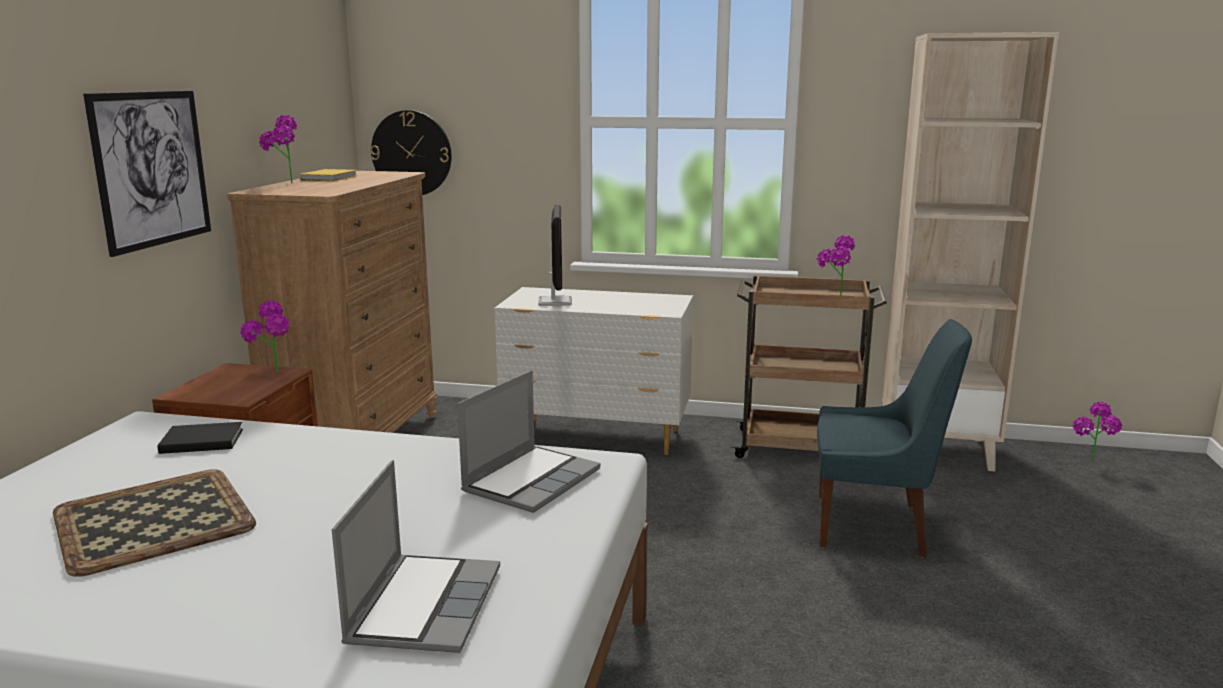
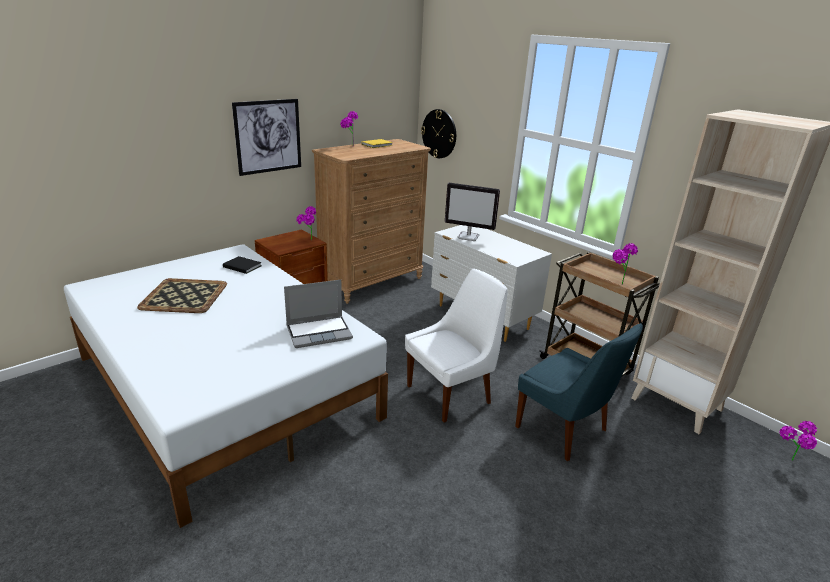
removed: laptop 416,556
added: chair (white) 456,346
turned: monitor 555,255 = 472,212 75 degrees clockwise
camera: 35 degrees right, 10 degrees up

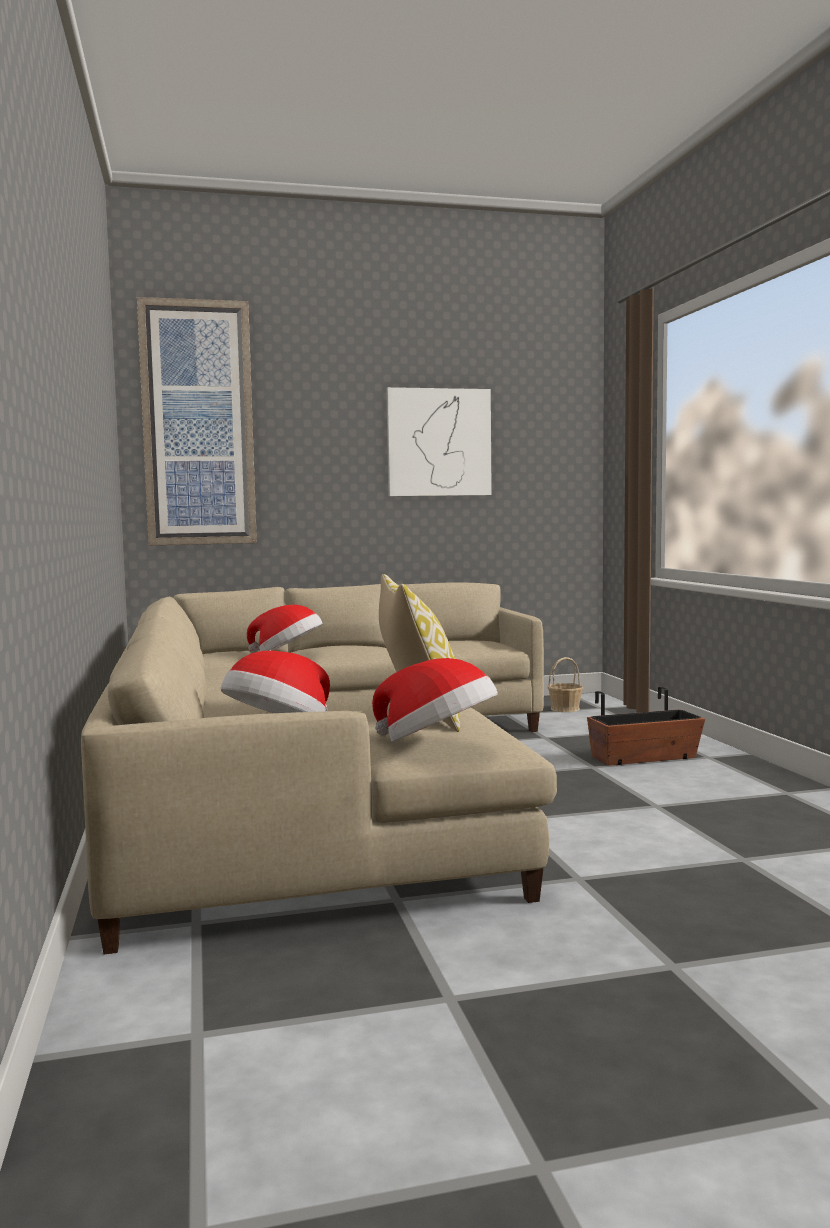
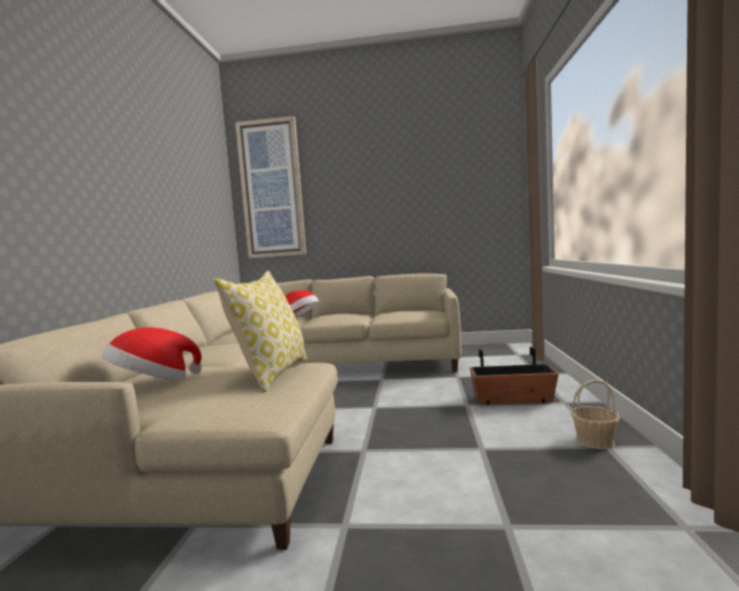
removed: hat 435,700; picture 439,441
moved: basket 565,684 to 595,414
camera: 20 degrees right, 0 degrees up

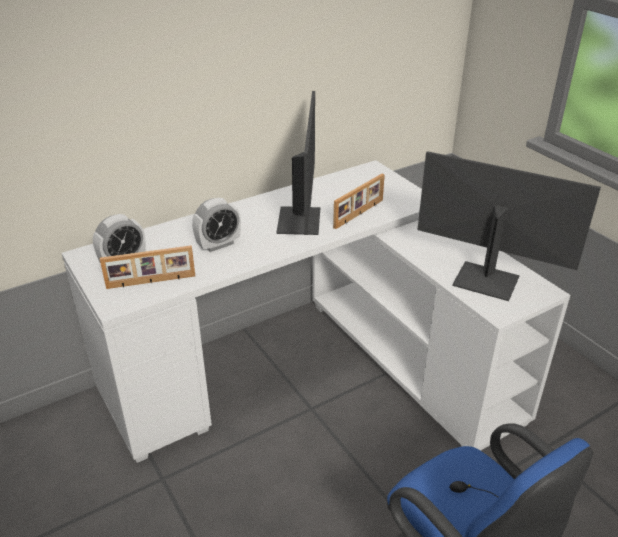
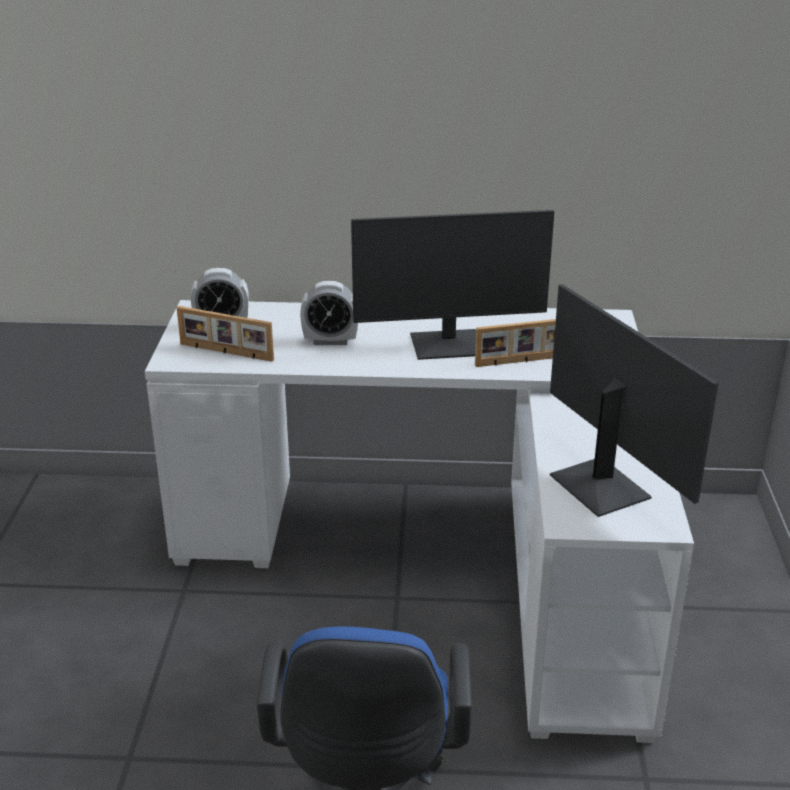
turned: monitor 298,163 = 452,285 45 degrees clockwise
camera: 35 degrees right, 5 degrees down

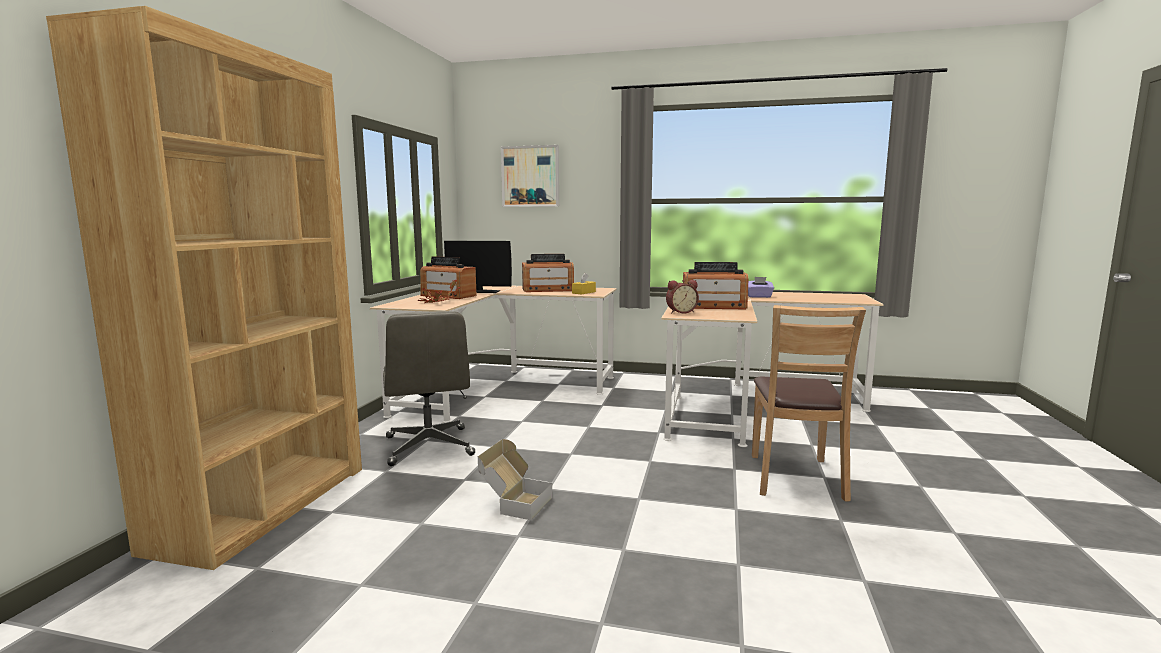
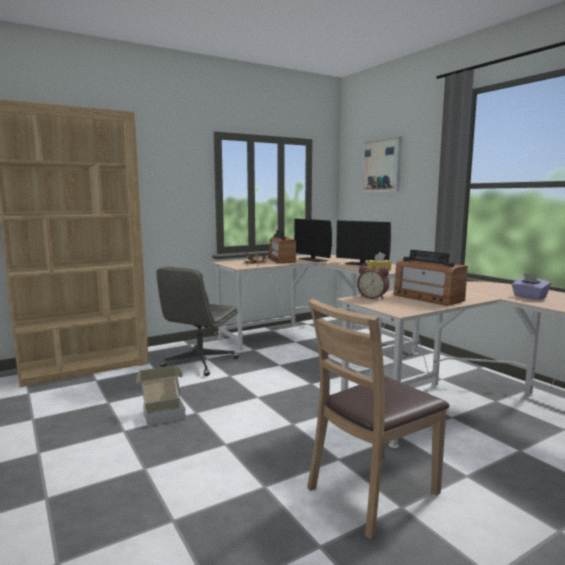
replaced: radio 548,273 to monitor 363,243
camera: 45 degrees right, 0 degrees up

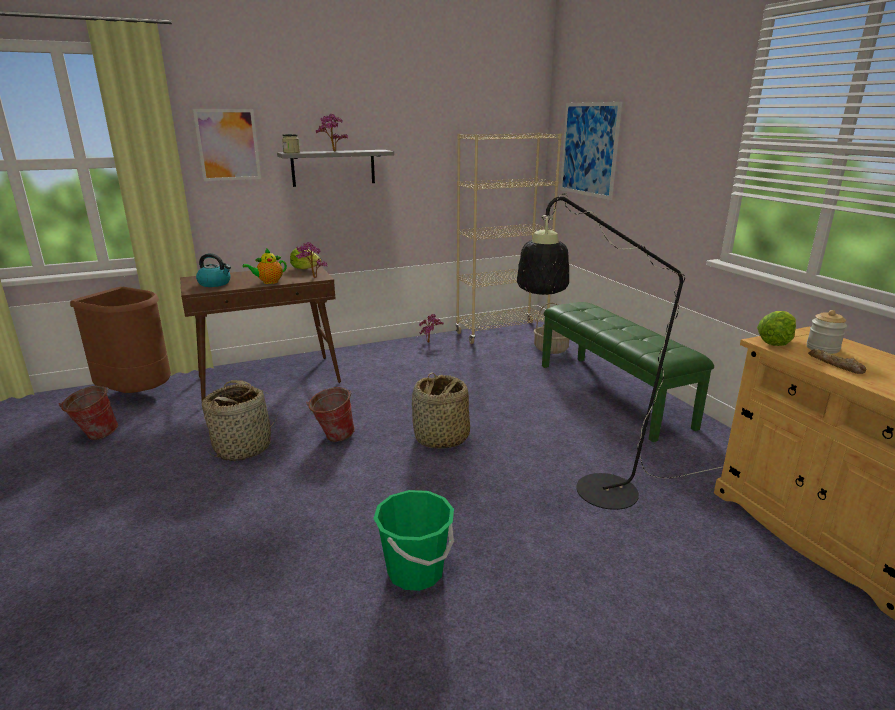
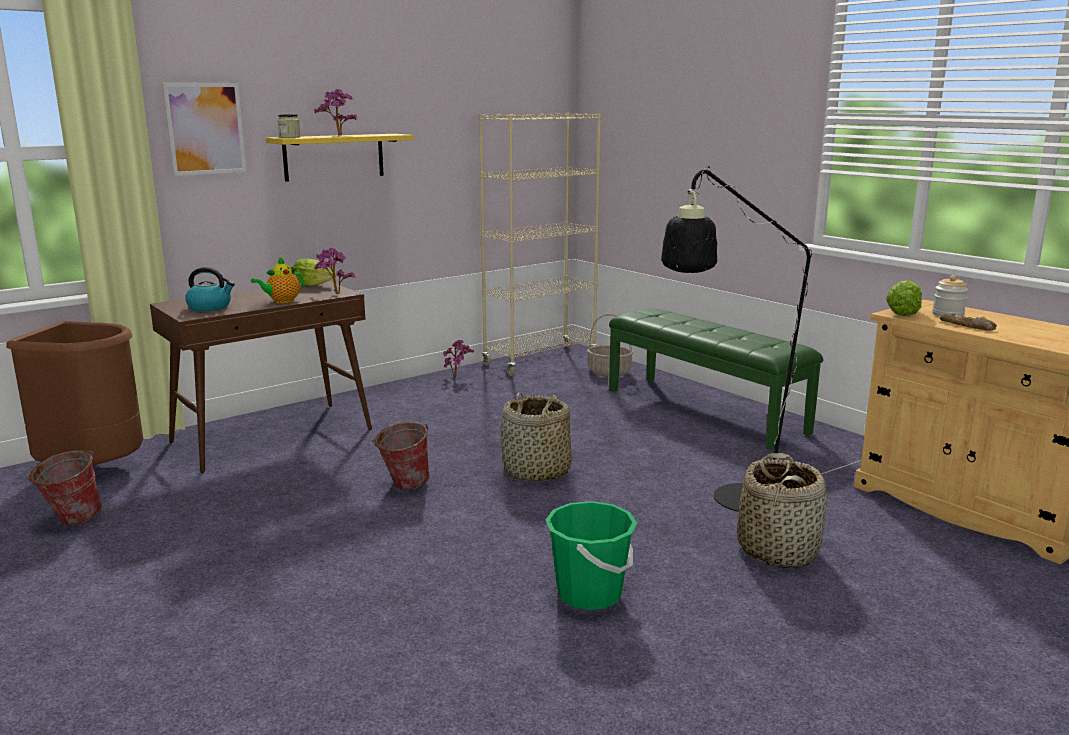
removed: picture 591,151
moved: basket 240,420 to 782,510
recoloured: shelf (grey) 335,168 to shelf (yellow) 340,158
camera: 15 degrees left, 5 degrees down

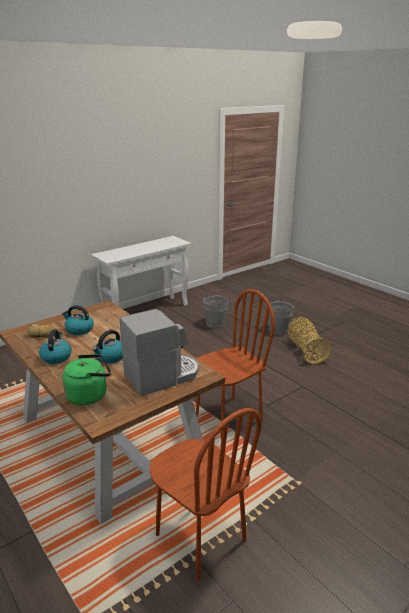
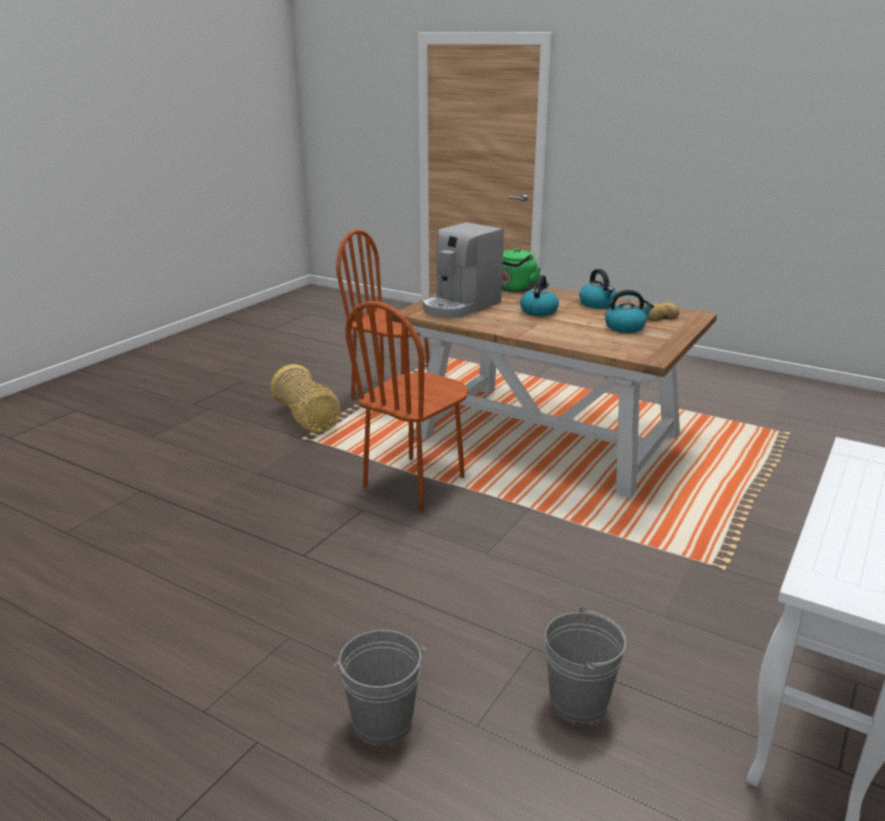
moved: basket 309,340 to 305,398
camera: 160 degrees right, 0 degrees up

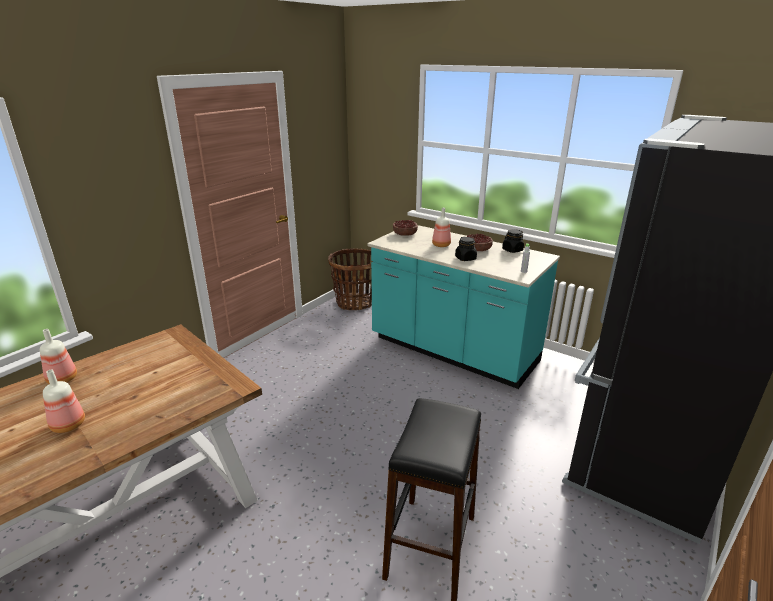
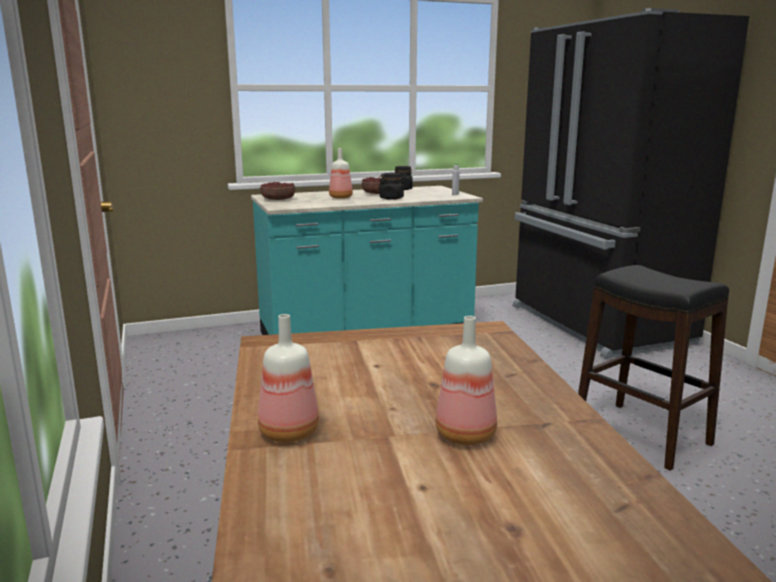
removed: basket 350,279
camera: 55 degrees left, 10 degrees down

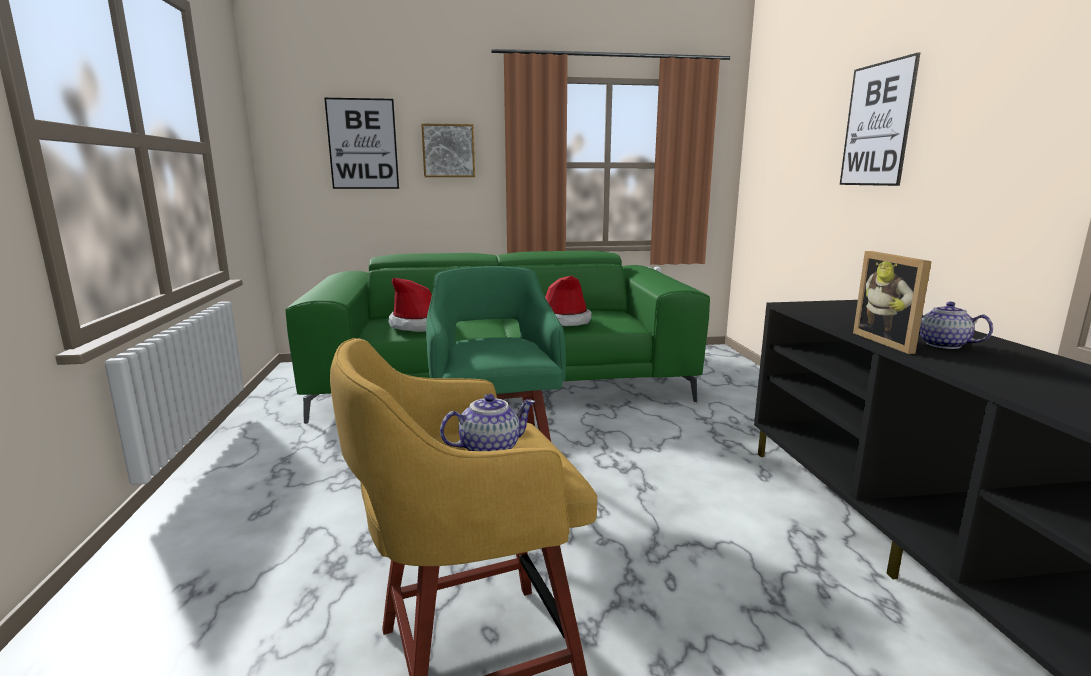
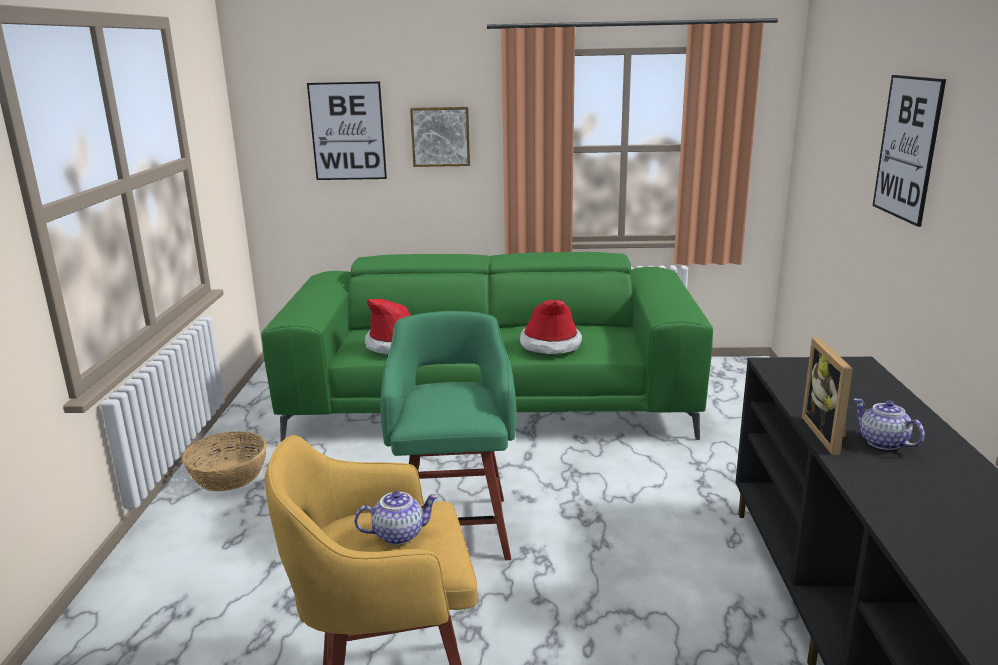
added: basket 224,461
camera: 10 degrees right, 5 degrees up

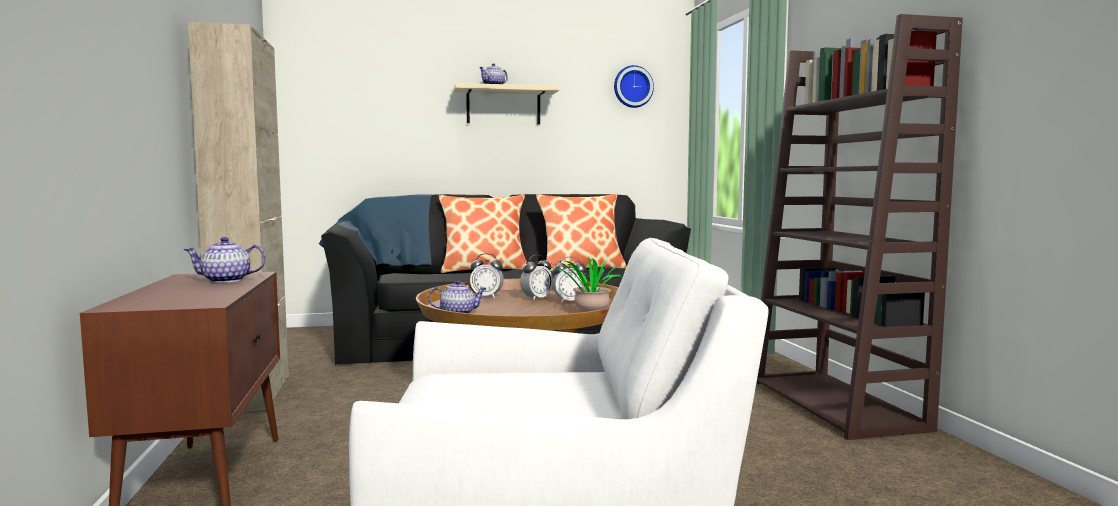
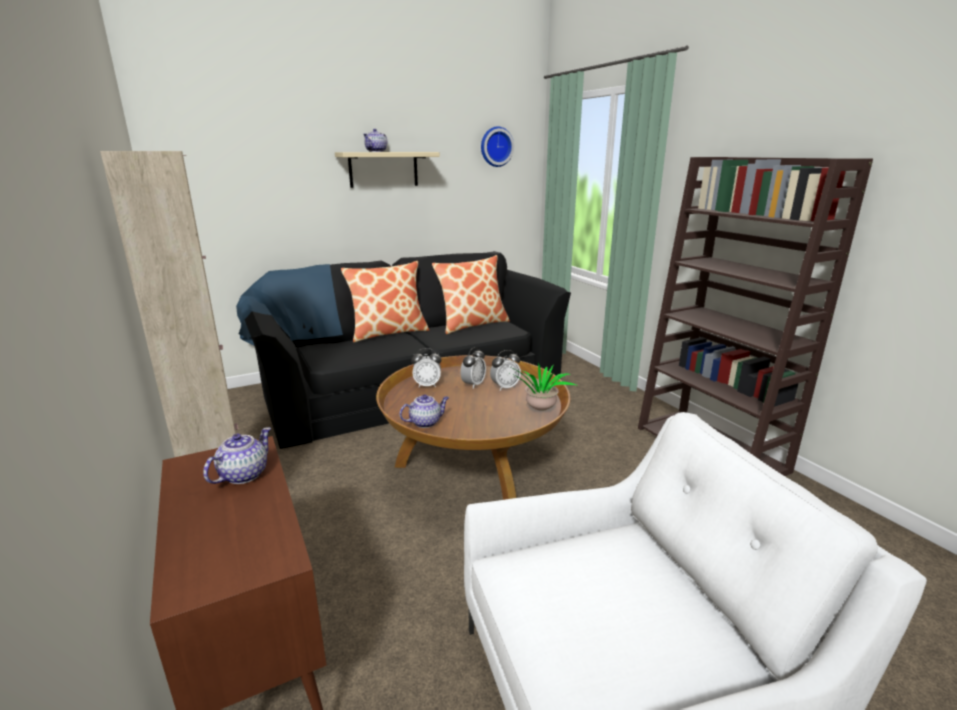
turned: teapot 224,260 = 237,455 150 degrees clockwise
camera: 15 degrees left, 15 degrees up

